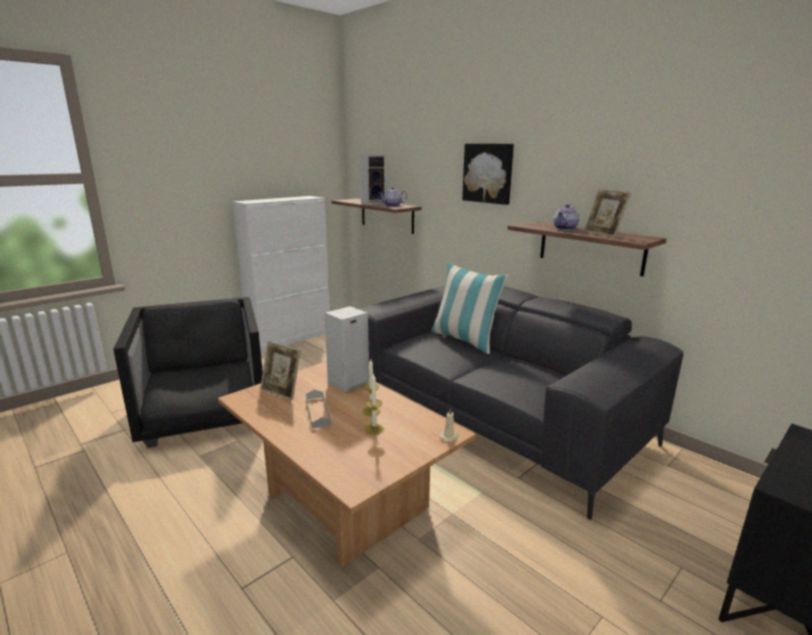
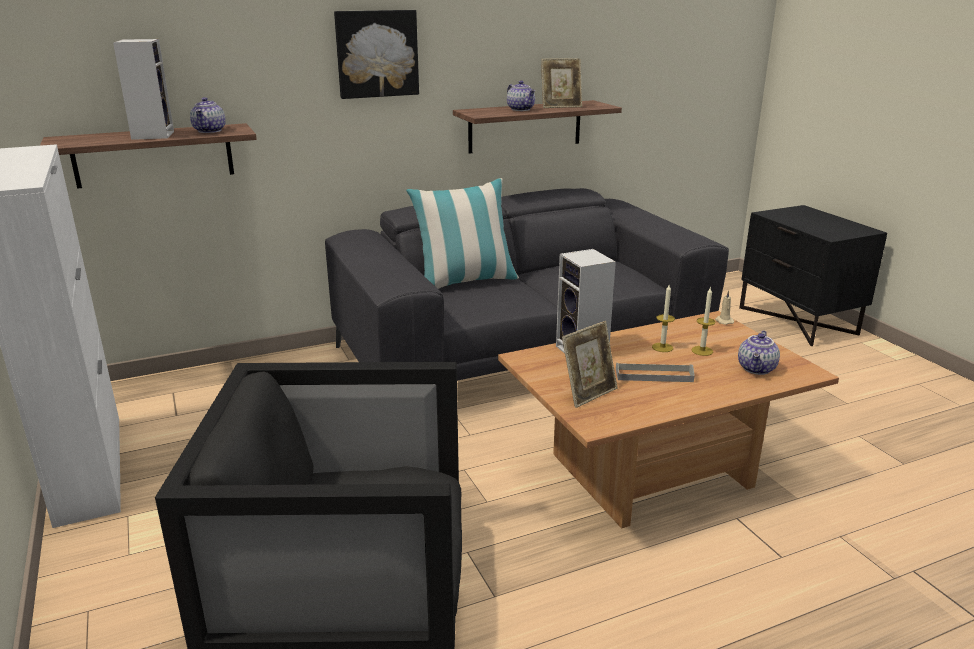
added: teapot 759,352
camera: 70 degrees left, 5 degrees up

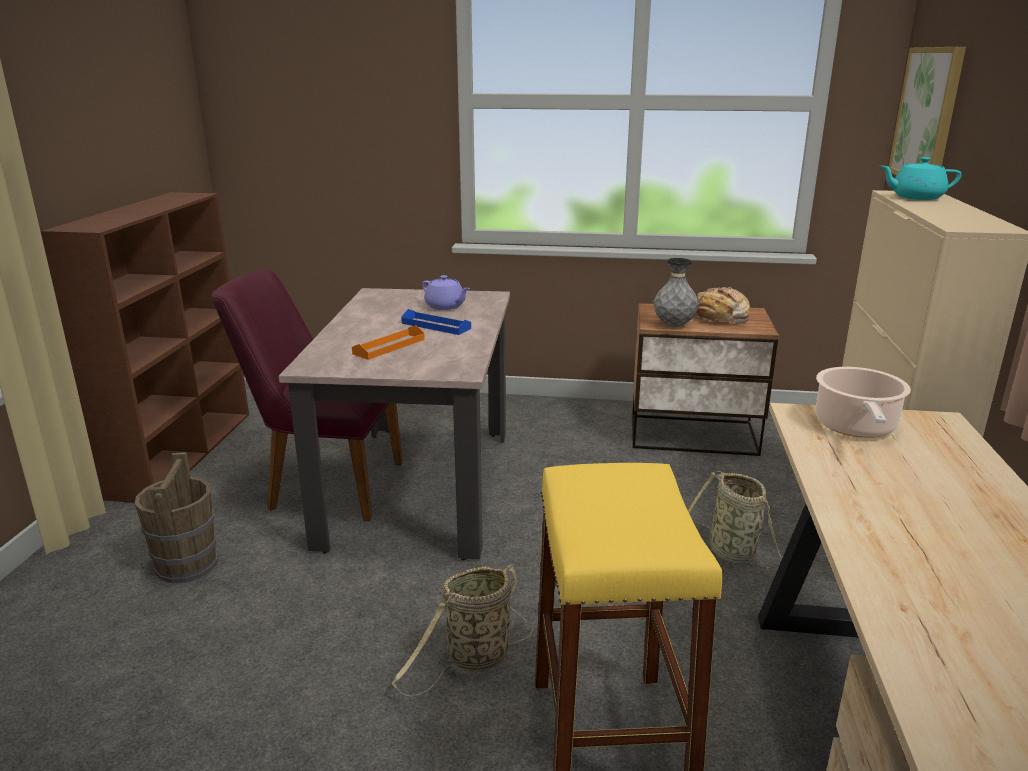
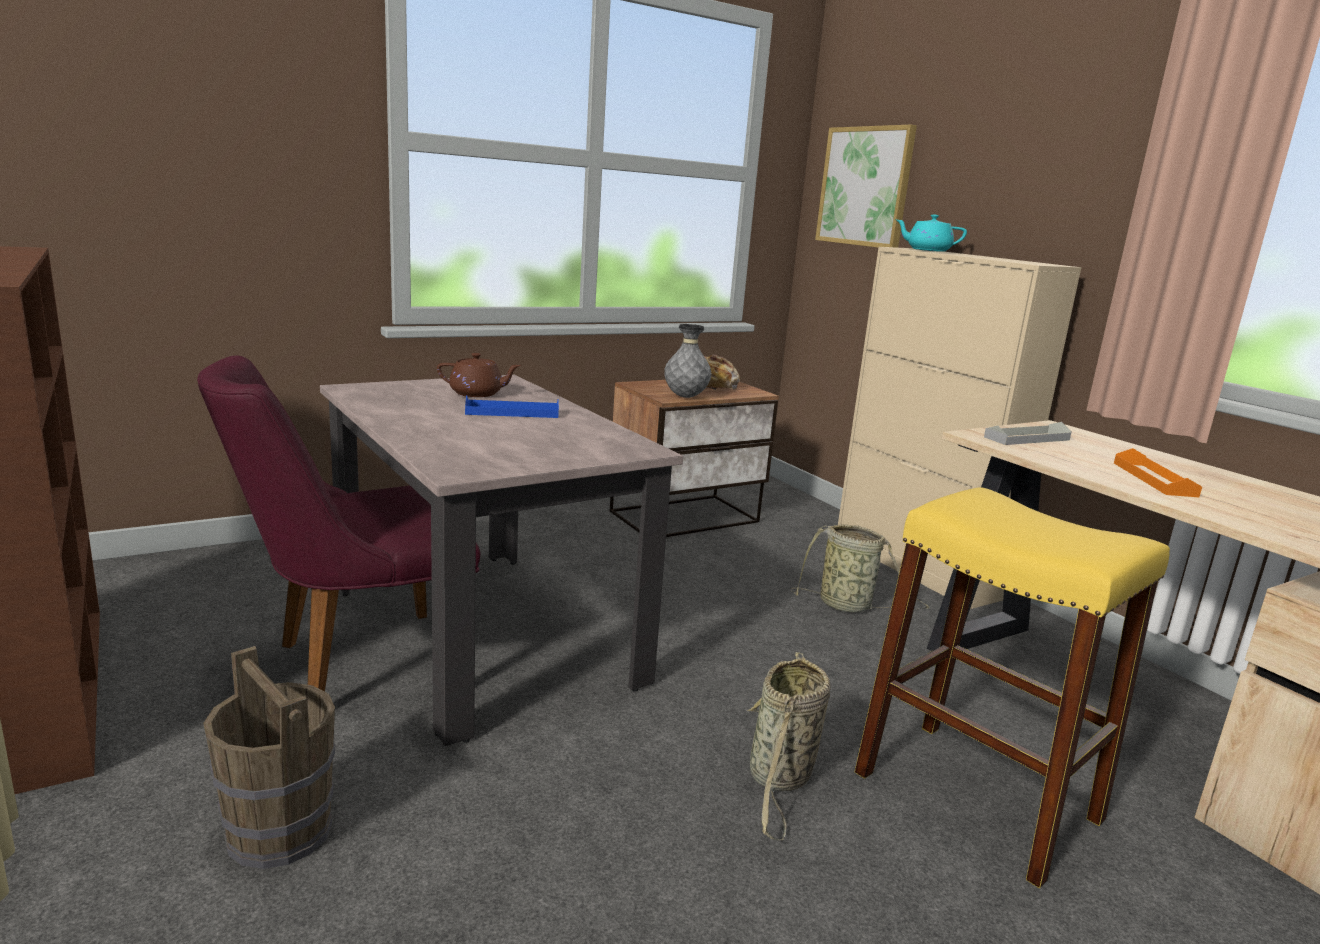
moved: tray (orange) 388,342 to 1158,472
replaced: cooking pot 863,402 to tray (grey) 1028,433
recoloured: teapot (purple) 446,292 to teapot (brown) 479,375
turned: teapot (turquoise) 921,178 = 931,233 45 degrees clockwise
camera: 40 degrees left, 5 degrees down

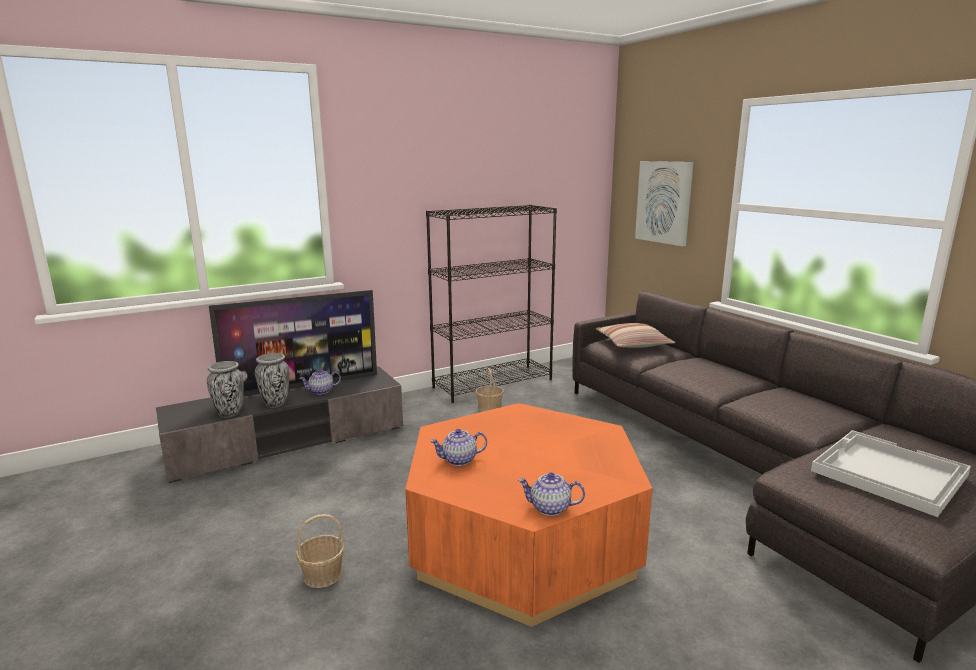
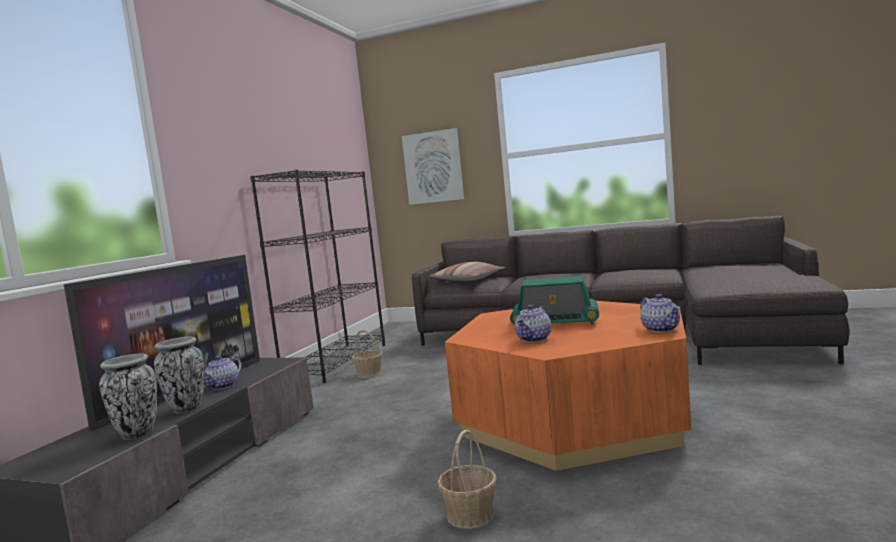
removed: tray (white) 891,473
added: radio 554,300
turned: teapot 551,494 = 660,313 75 degrees counterclockwise
camera: 40 degrees left, 10 degrees down

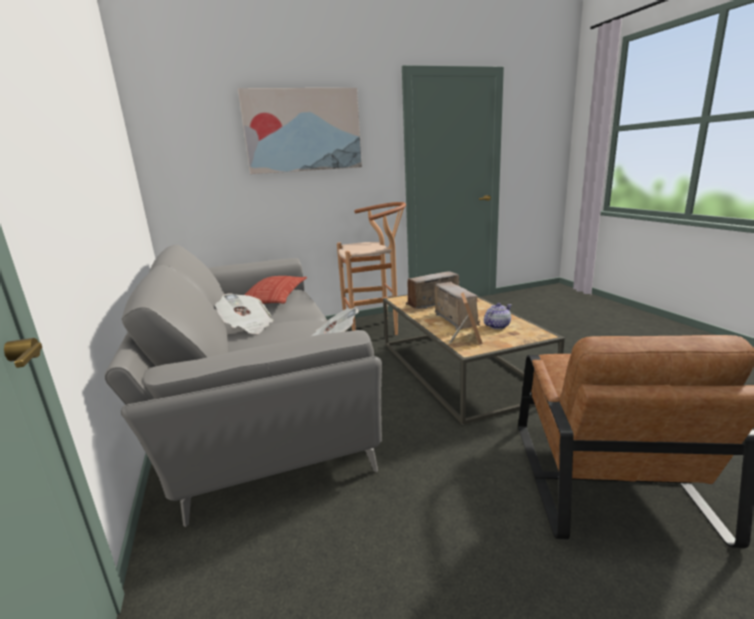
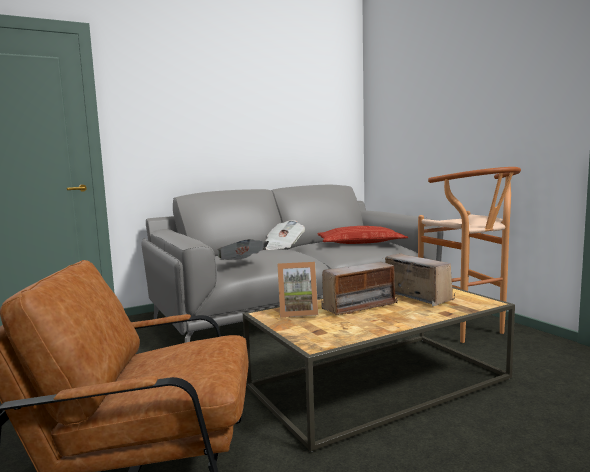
removed: picture 300,131; teapot 497,316
camera: 80 degrees right, 10 degrees down

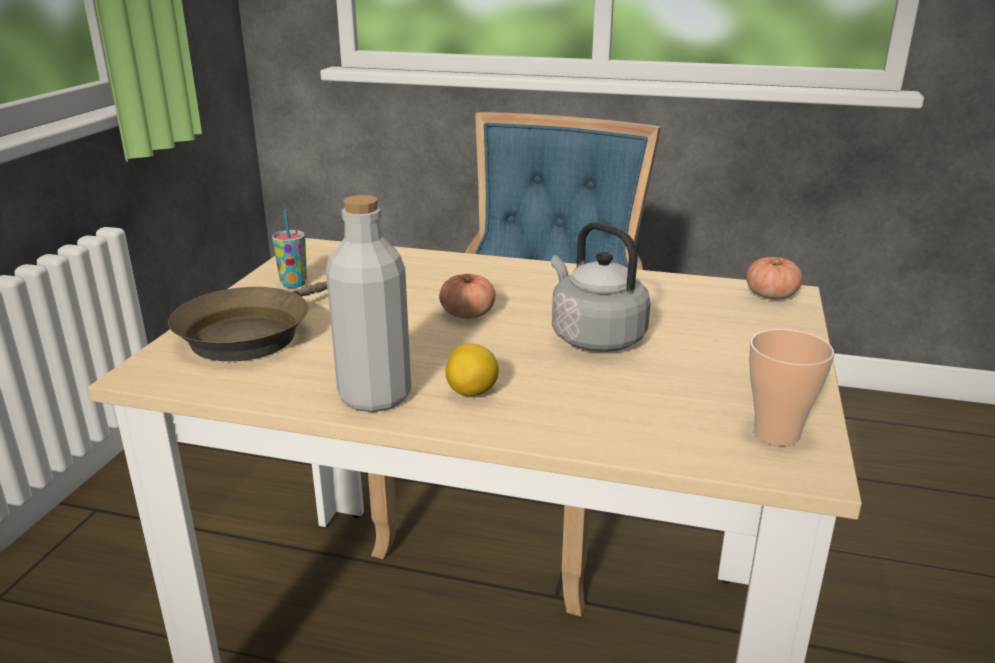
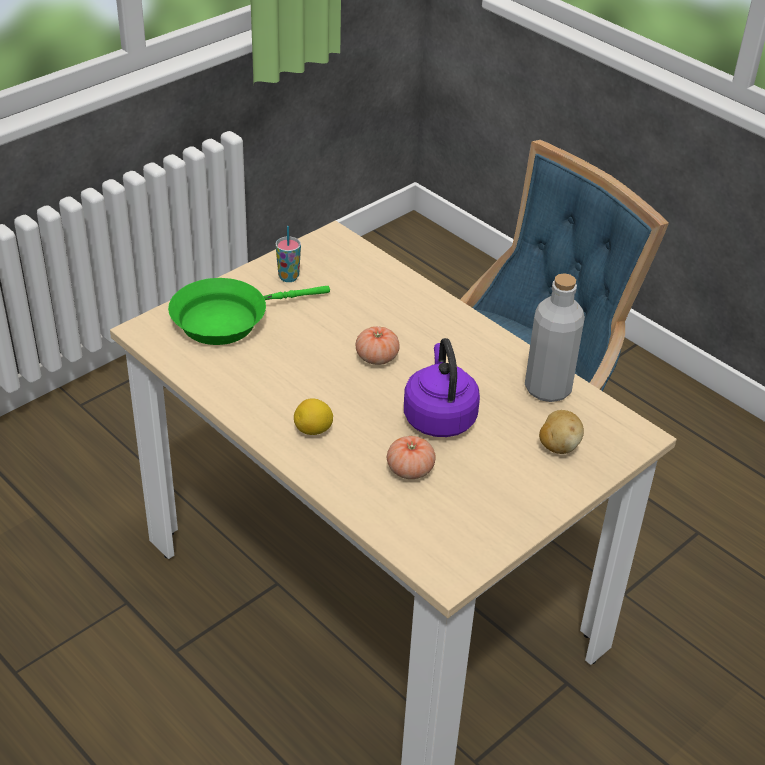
removed: cup 791,387
added: potato 561,432
moved: bottle (grey) 368,303 to 555,337; tomato 774,278 to 411,457
recoloured: frying pan (brown) 247,321 to frying pan (green) 249,311; kettle (grey) 600,287 to kettle (purple) 442,387
camera: 30 degrees right, 15 degrees up

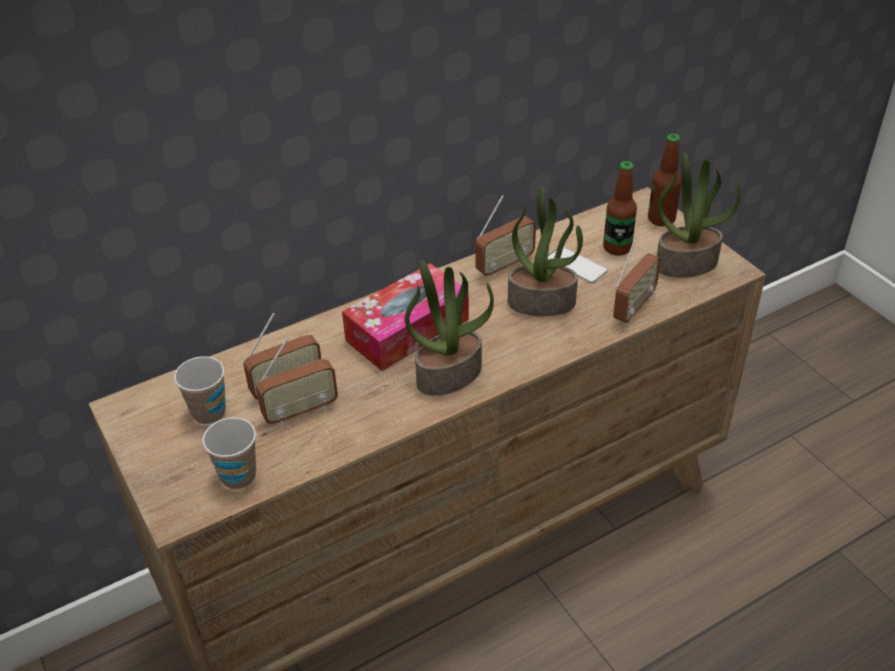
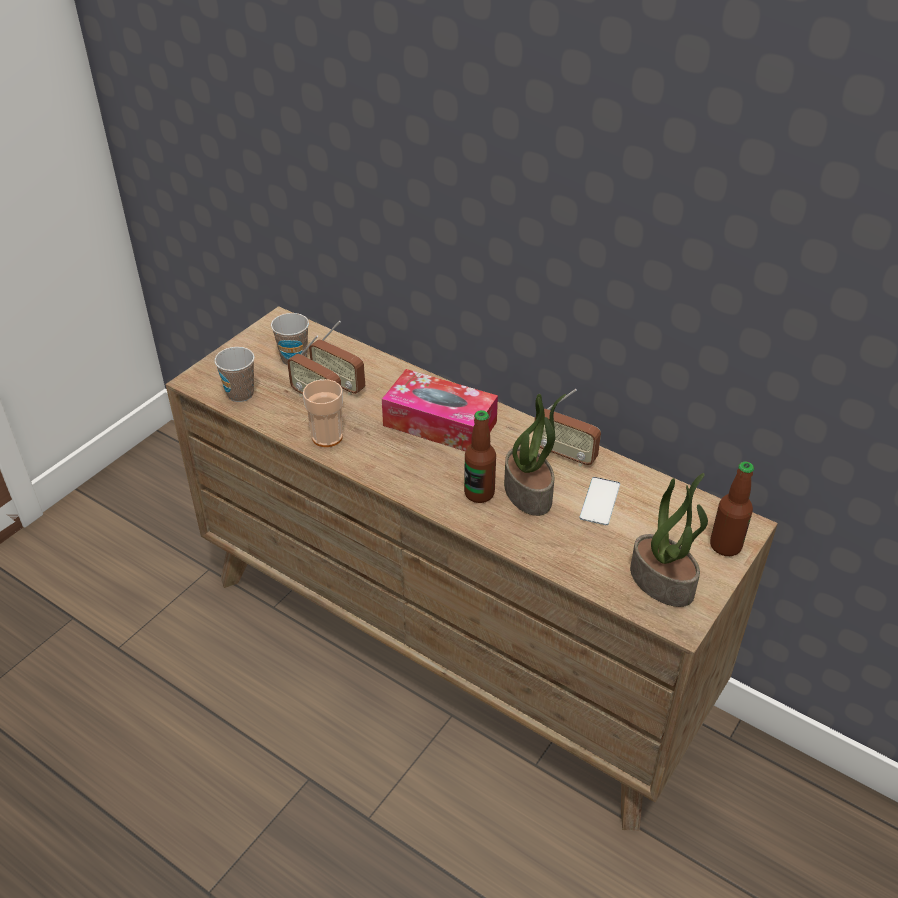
removed: potted plant 449,328; radio 637,280
added: cup 323,413
moved: bottle 620,208 to 480,456
camera: 65 degrees right, 0 degrees up

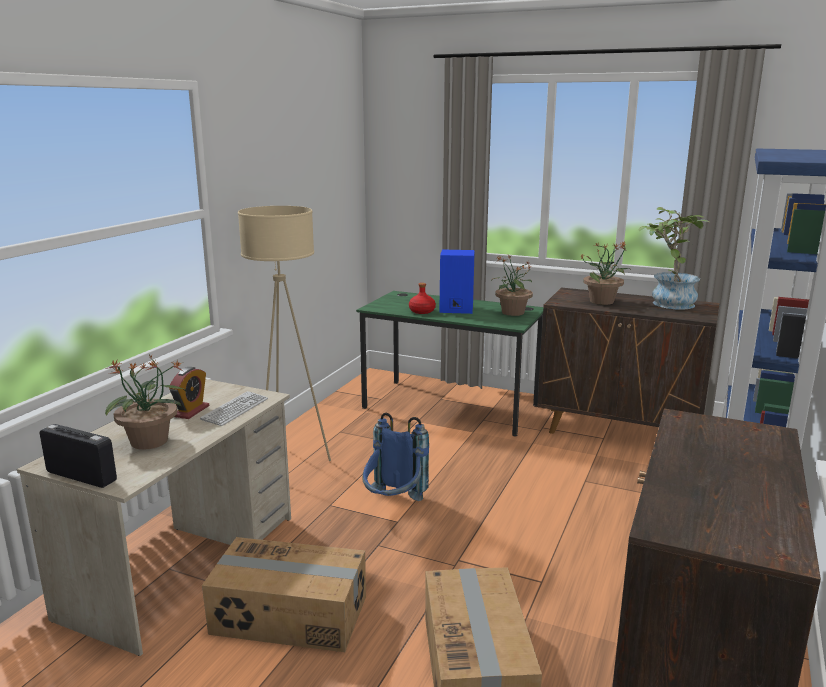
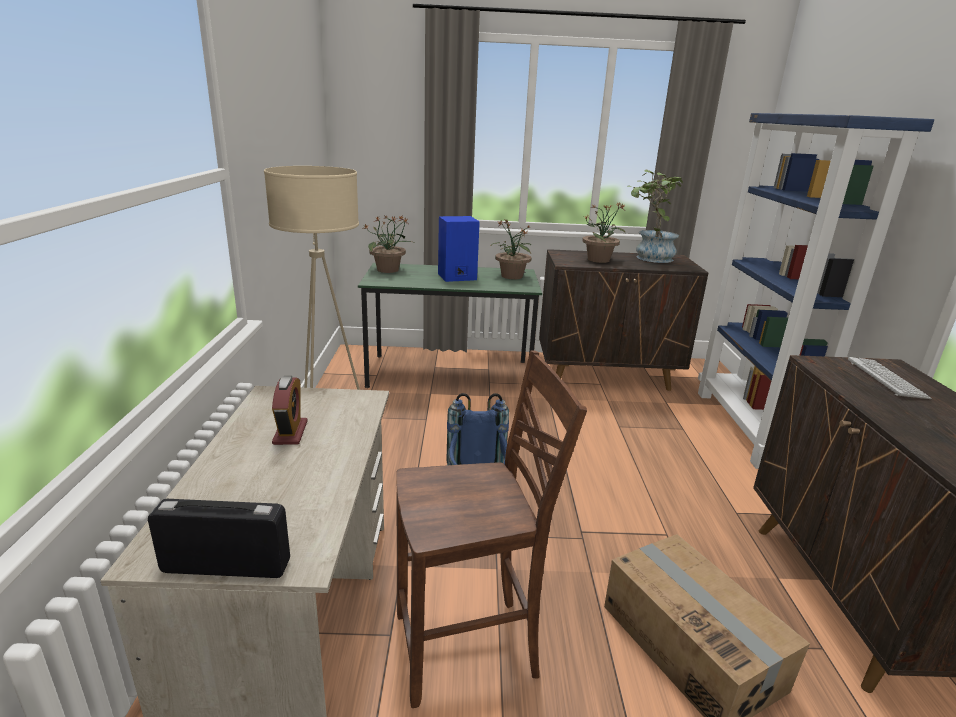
removed: bottle (red) 422,298
moved: potted plant 145,402 to 389,244; keyboard 234,408 to 890,378
replaced: cardboard box 284,594 to chair (brown) 491,529
camera: 25 degrees left, 5 degrees up

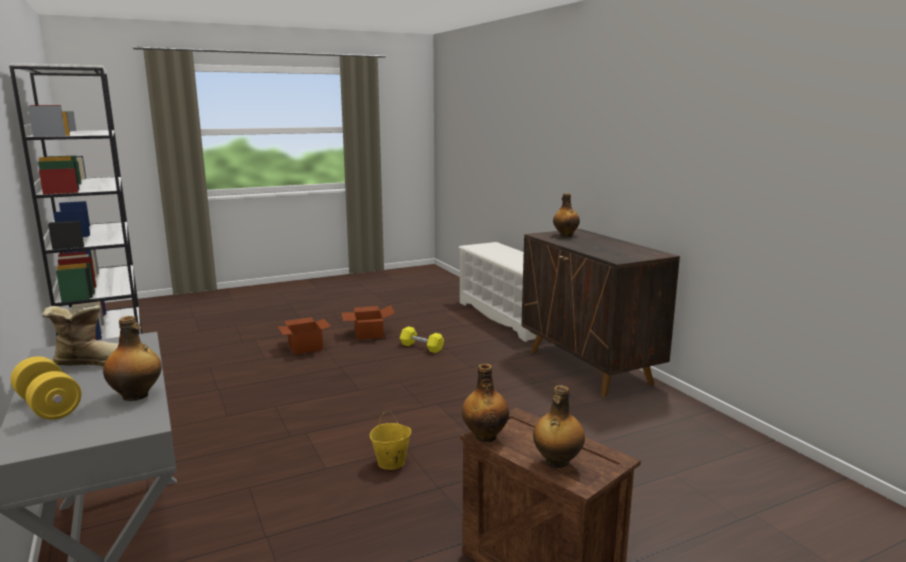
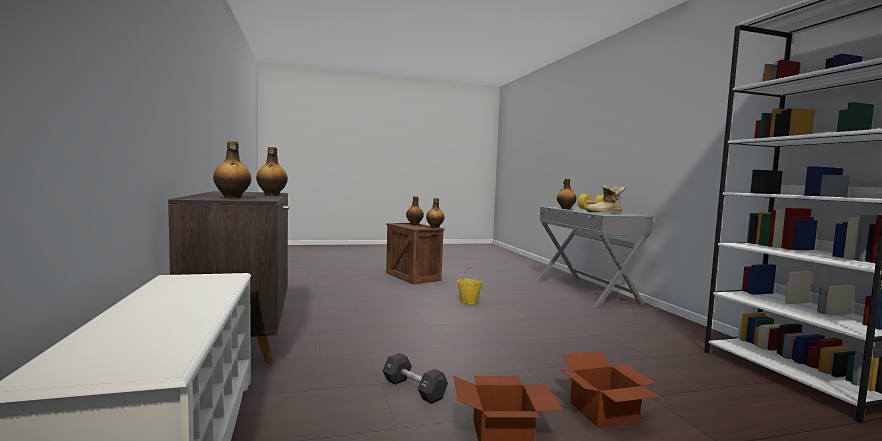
added: bottle 272,171
recoloured: dumbbell (yellow) 422,339 to dumbbell (black) 415,378
camera: 170 degrees left, 10 degrees down

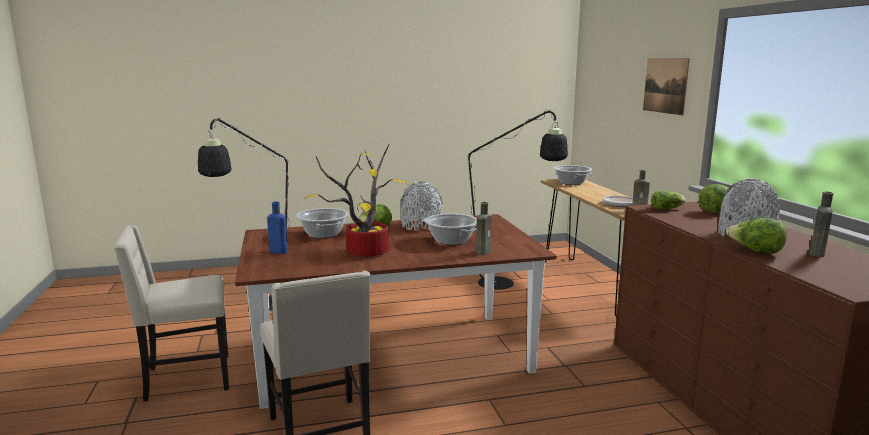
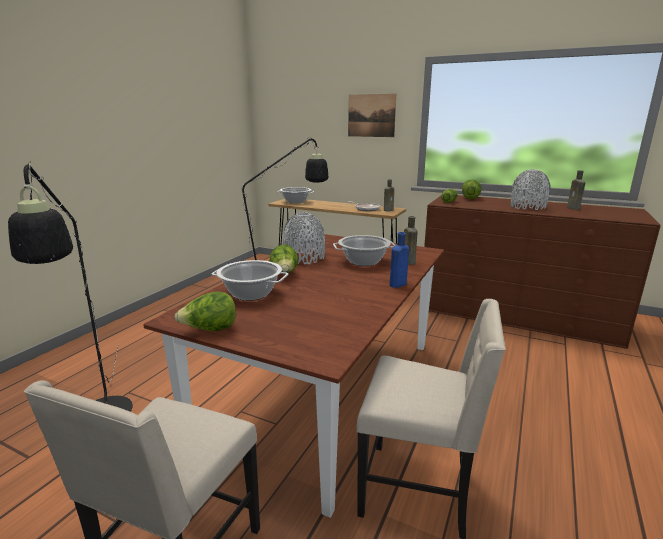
removed: potted plant 357,200
moved: bottle (blue) 277,227 to 399,260; lettuce 756,236 to 205,311
camera: 50 degrees left, 5 degrees up

